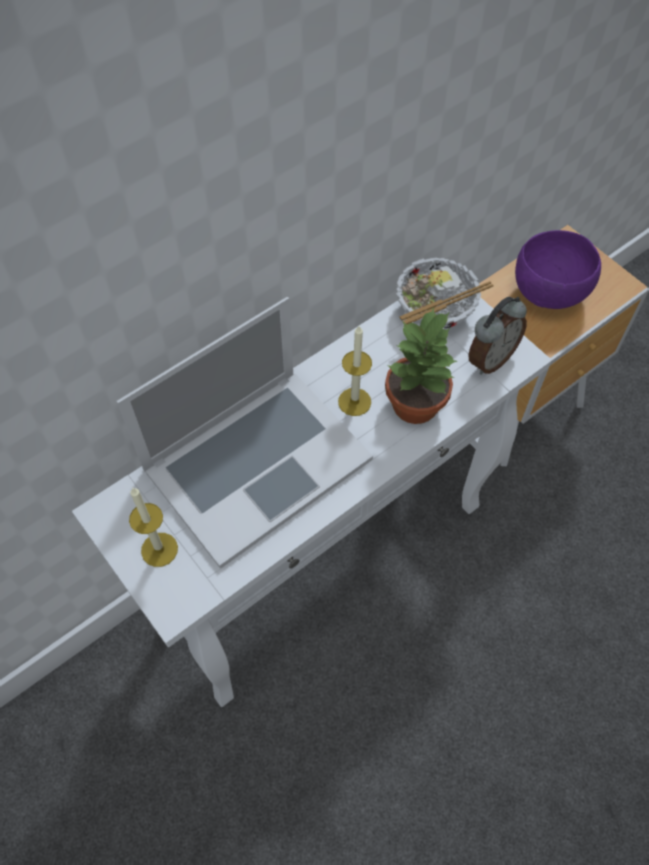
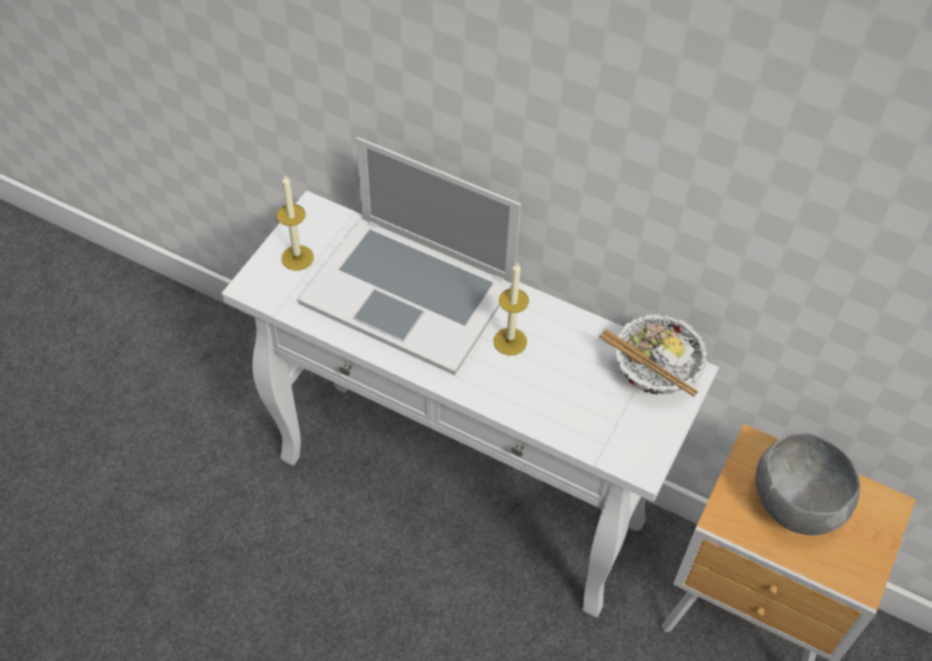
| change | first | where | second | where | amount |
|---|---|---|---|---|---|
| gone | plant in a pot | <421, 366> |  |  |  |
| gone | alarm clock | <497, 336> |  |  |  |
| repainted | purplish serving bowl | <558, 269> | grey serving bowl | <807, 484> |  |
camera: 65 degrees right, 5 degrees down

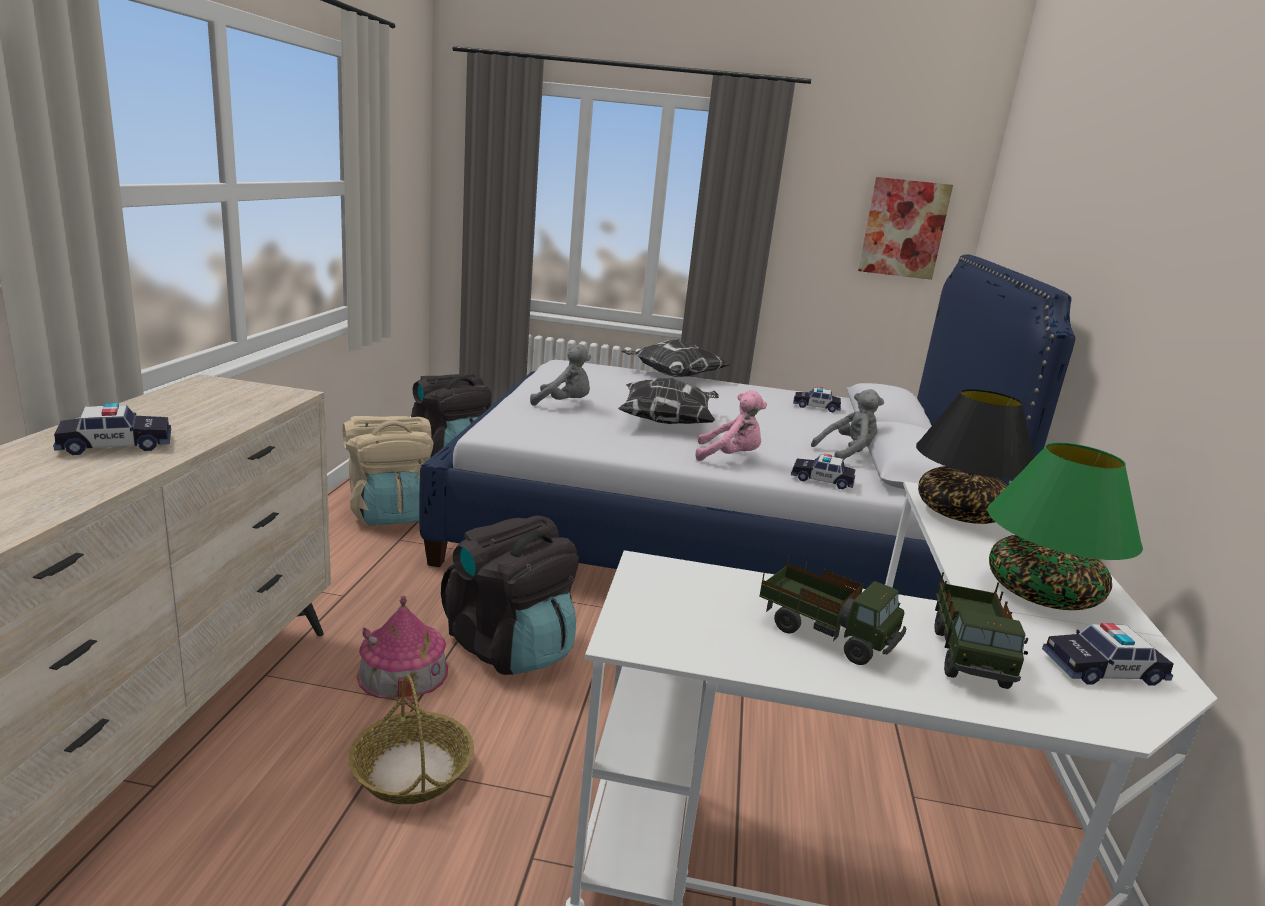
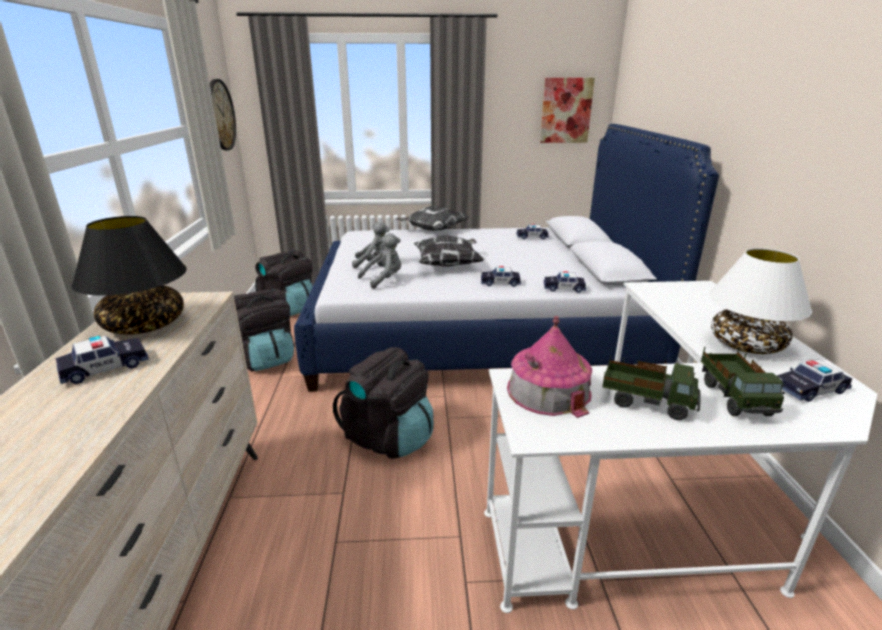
| change | first | where | second | where | amount |
|---|---|---|---|---|---|
| gone | storage basket | <411, 739> |  |  |  |
| new |  |  | hanging clock | <223, 114> |  |
| shifted | model house | <402, 650> |  | <549, 367> |  |
| shifted | grey plush toy | <847, 424> |  | <380, 261> |  |
| shifted | blackish table lamp | <975, 456> |  | <129, 275> |  |
| swapped | pink plush toy | <731, 425> | toy car | <501, 276> |  |
| repainted | beige-coloured knapsack | <388, 470> | blackish knapsack | <264, 330> |  |
| repainted | green table lamp | <1065, 526> | white-coloured table lamp | <760, 301> |  |
camera: 10 degrees left, 5 degrees up

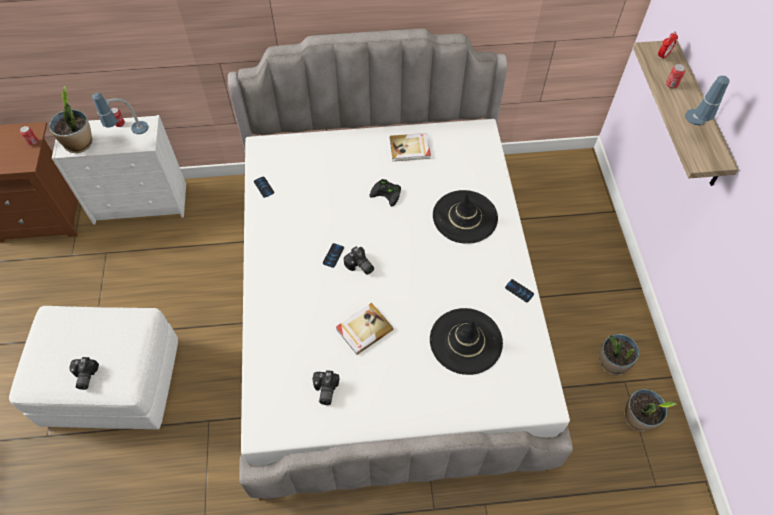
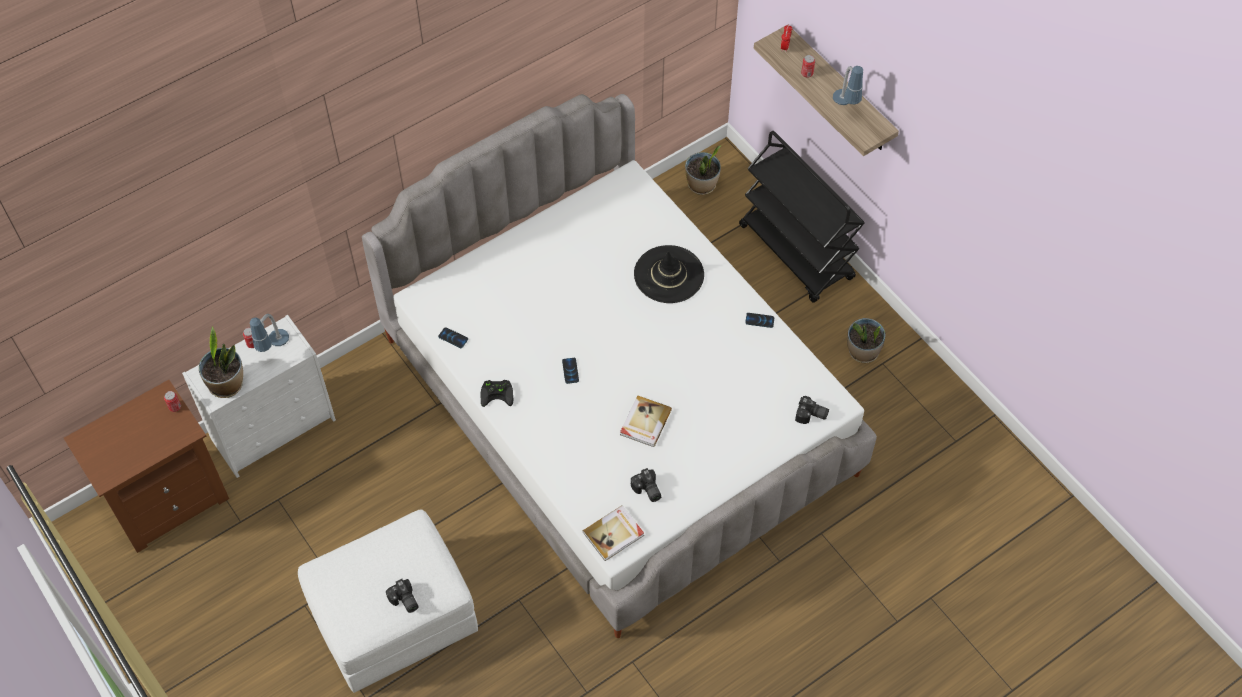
| change | first | where | second | where | amount |
|---|---|---|---|---|---|
| gone | blackish wearable hat | <466, 341> |  |  |  |
| new |  |  | blackish trolley | <802, 217> |  |
| shifted | photo camera | <359, 260> |  | <812, 410> |  |
| shifted | blackish game controller | <385, 192> |  | <496, 393> |  |
| shifted | bound book | <410, 147> |  | <613, 533> |  |
| shifted | plant in a pot | <651, 410> |  | <703, 170> |  |
camera: 30 degrees left, 0 degrees up

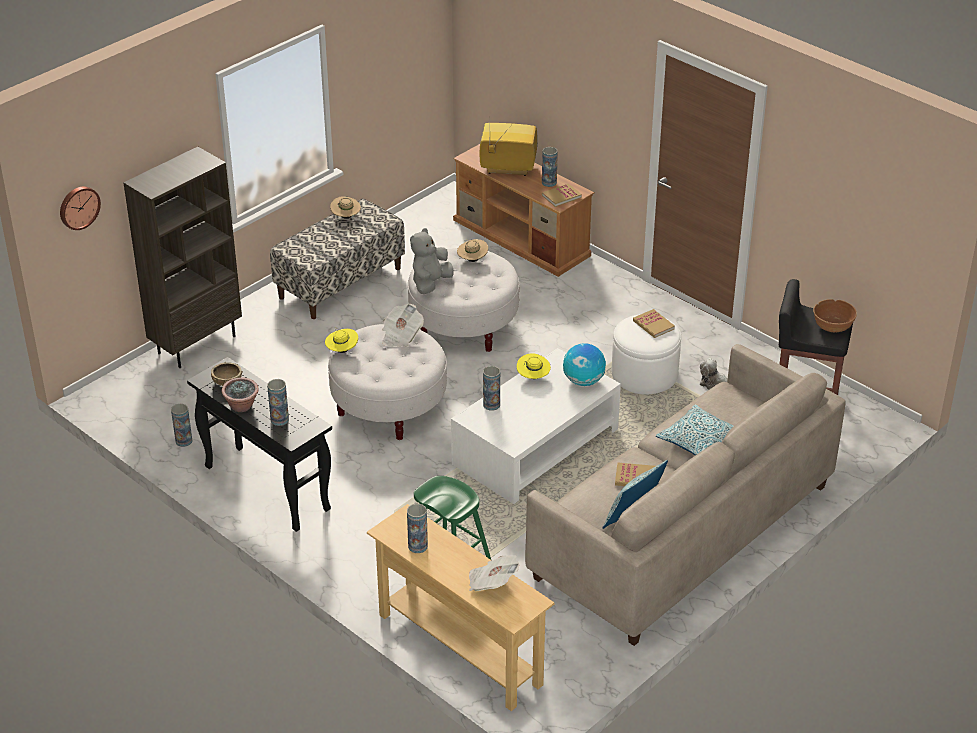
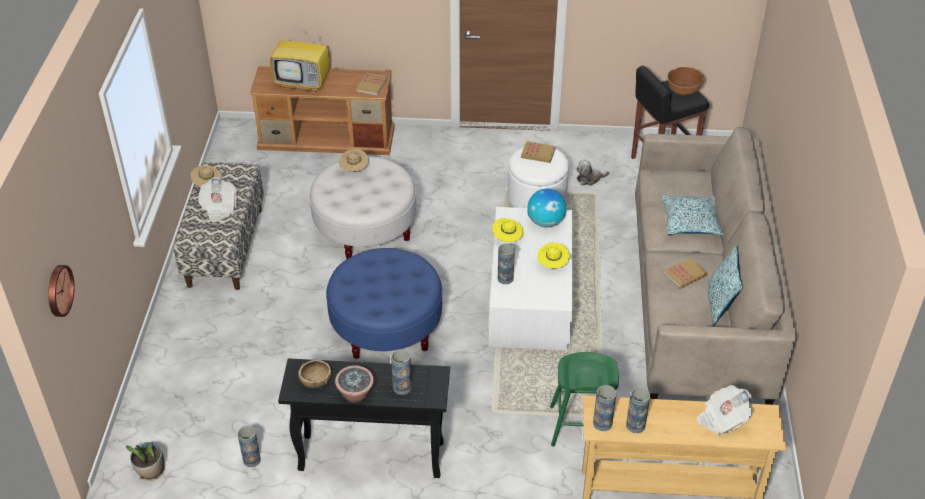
| change | first | where | second | where | amount |
|---|---|---|---|---|---|
| gone | brown-coloured bookcase | <182, 257> |  |  |  |
| gone | grey plush toy | <432, 261> |  |  |  |
| new |  |  | plant in a pot | <145, 461> |  |
| shifted | yellow wearable hat | <341, 340> |  | <553, 255> |  |
| shifted | newspaper | <403, 325> |  | <217, 199> |  |
| shifted | flower vase | <550, 167> |  | <605, 408> |  |
| repainted | white-coloured ottoman | <387, 382> | blue ottoman | <384, 303> |  |
| rotated | TV | <508, 148> |  | <300, 59> | 135 degrees counterclockwise |
camera: 40 degrees left, 5 degrees up

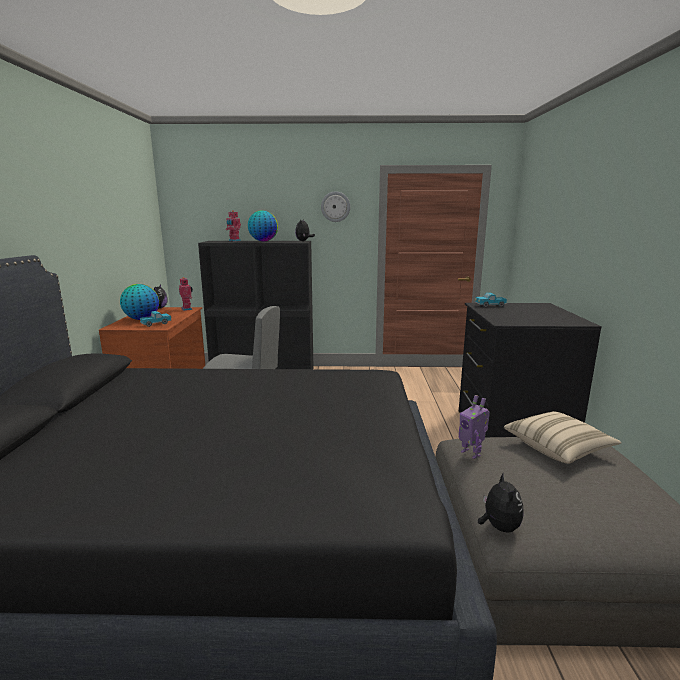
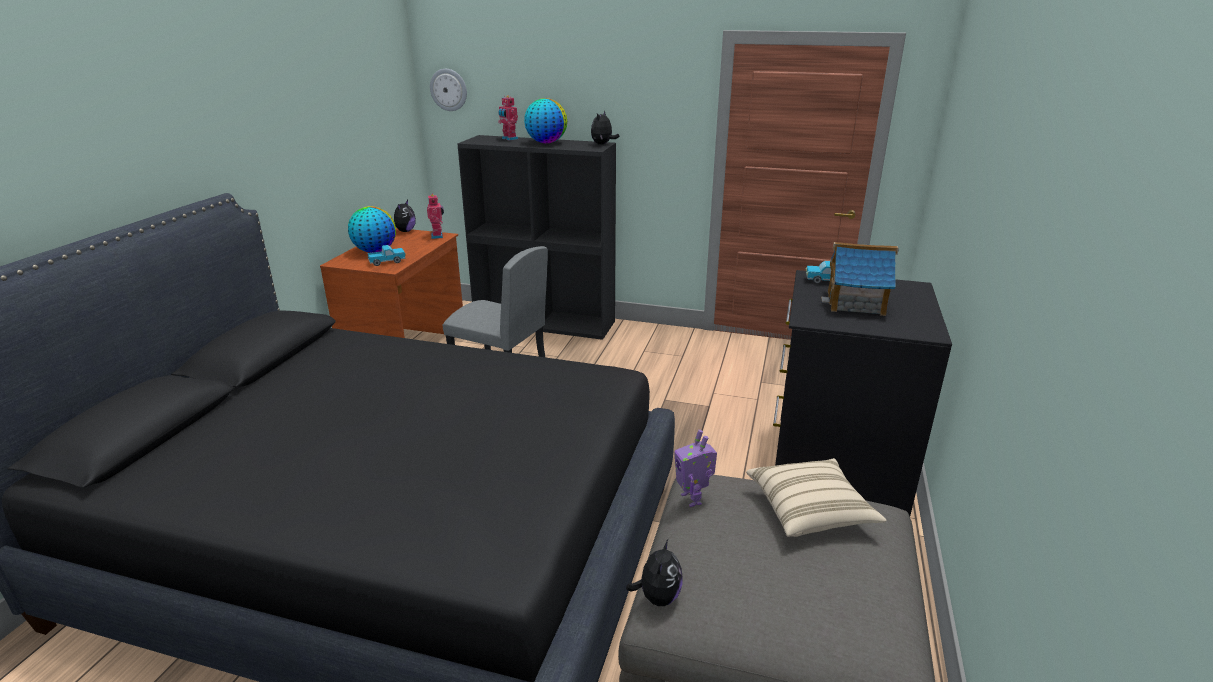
| change | first | where | second | where | amount |
|---|---|---|---|---|---|
| new |  |  | model house | <860, 279> |  |
| shifted | hanging clock | <335, 206> |  | <448, 90> |  |
camera: 15 degrees right, 10 degrees up

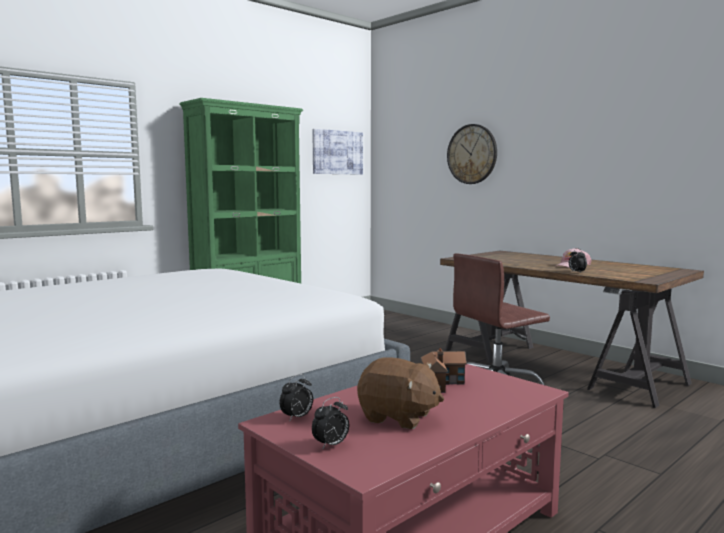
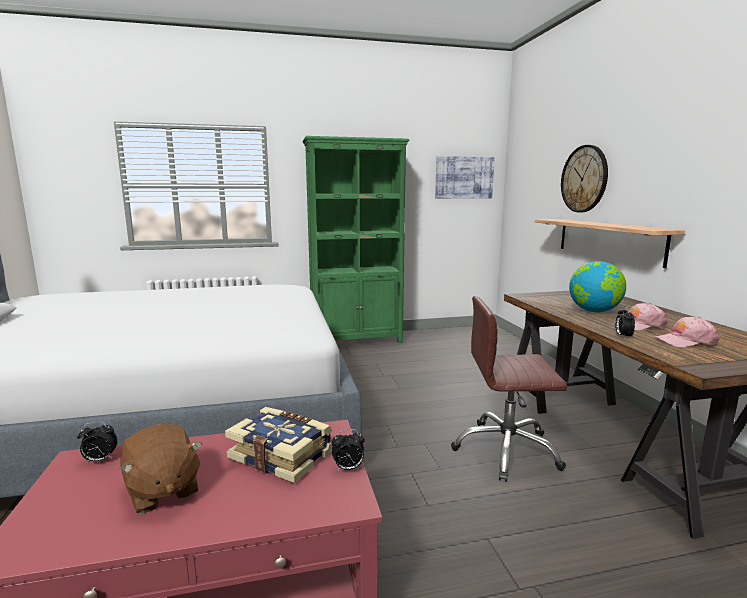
| change | first | where | second | where | amount |
|---|---|---|---|---|---|
| new |  |  | shelf | <610, 243> |  |
| new |  |  | globe | <597, 286> |  |
| new |  |  | pink peaked cap | <688, 332> |  |
| shifted | alarm clock | <330, 423> |  | <348, 449> |  |
| swapped | model house | <444, 370> | bound book | <278, 445> |  |
camera: 30 degrees right, 5 degrees up

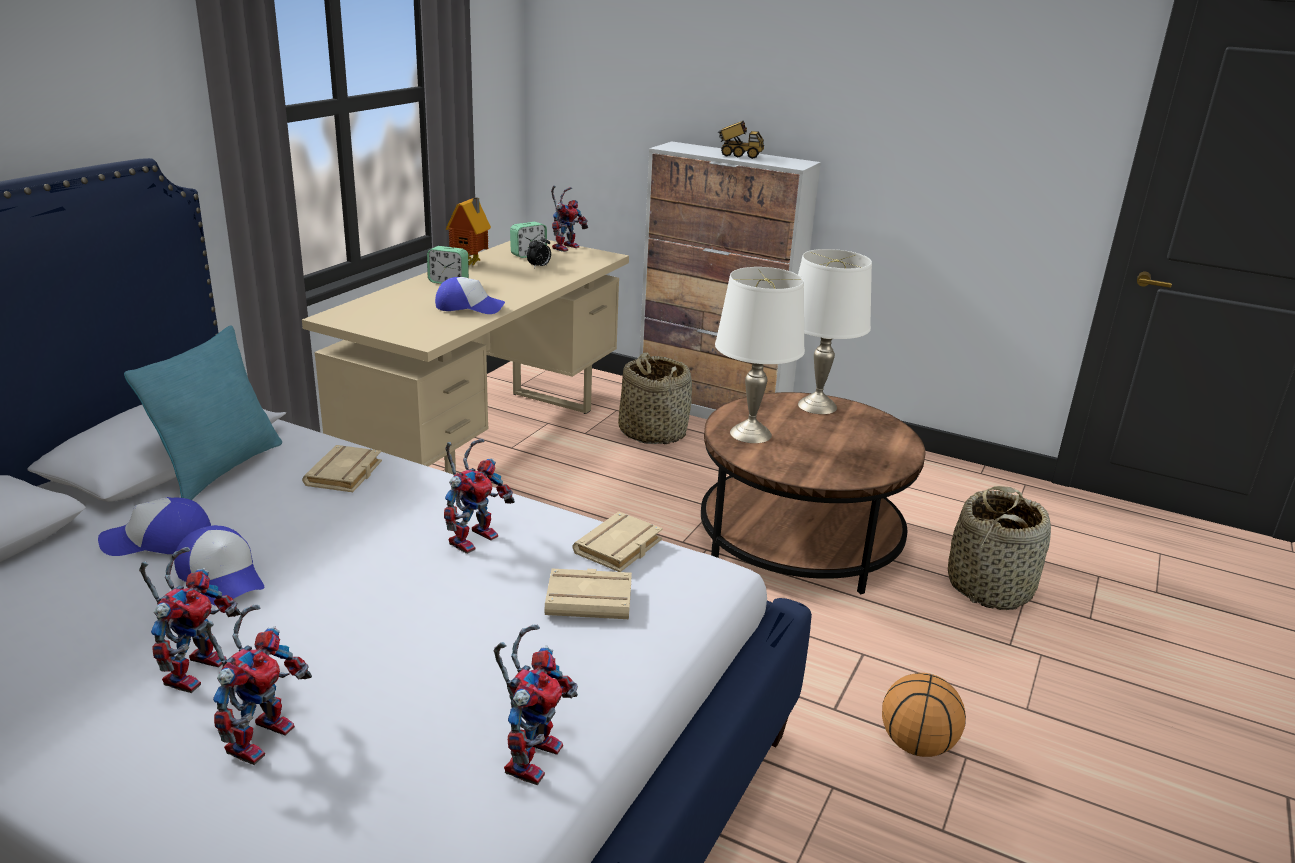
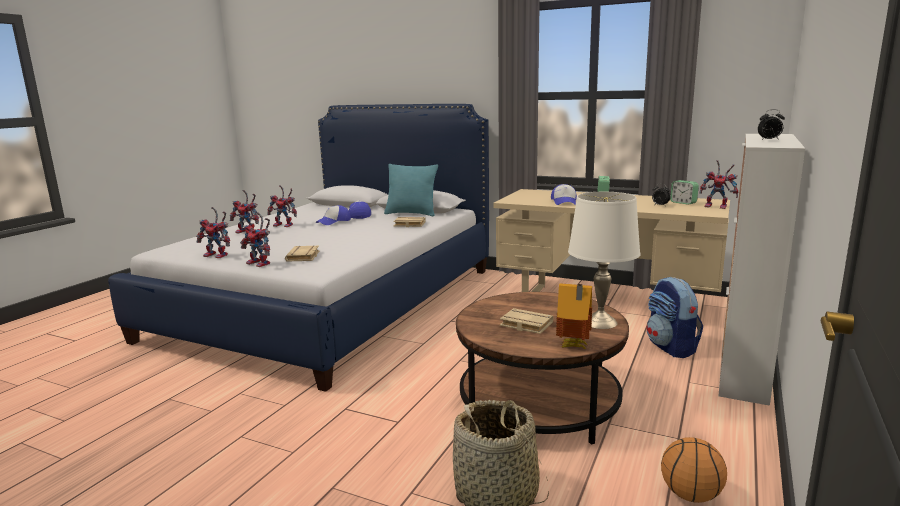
| change | first | where | second | where | amount |
|---|---|---|---|---|---|
| gone | white-coloured table lamp | <760, 355> |  |  |  |
| shifted | robot figure | <479, 496> |  | <255, 239> |  |
| shifted | model house | <468, 231> |  | <574, 316> |  |
| shifted | beige-coloured bound book | <617, 542> |  | <527, 321> |  |
| shifted | basketball | <924, 715> |  | <694, 470> |  |
| swapped | storage basket | <655, 398> | knapsack | <675, 317> |  |
| swapped | model truck | <741, 140> | alarm clock | <771, 124> |  |
camera: 90 degrees right, 10 degrees down

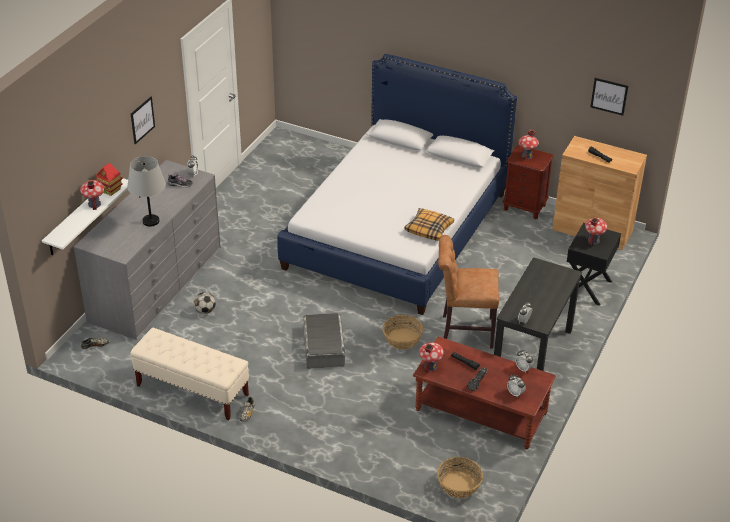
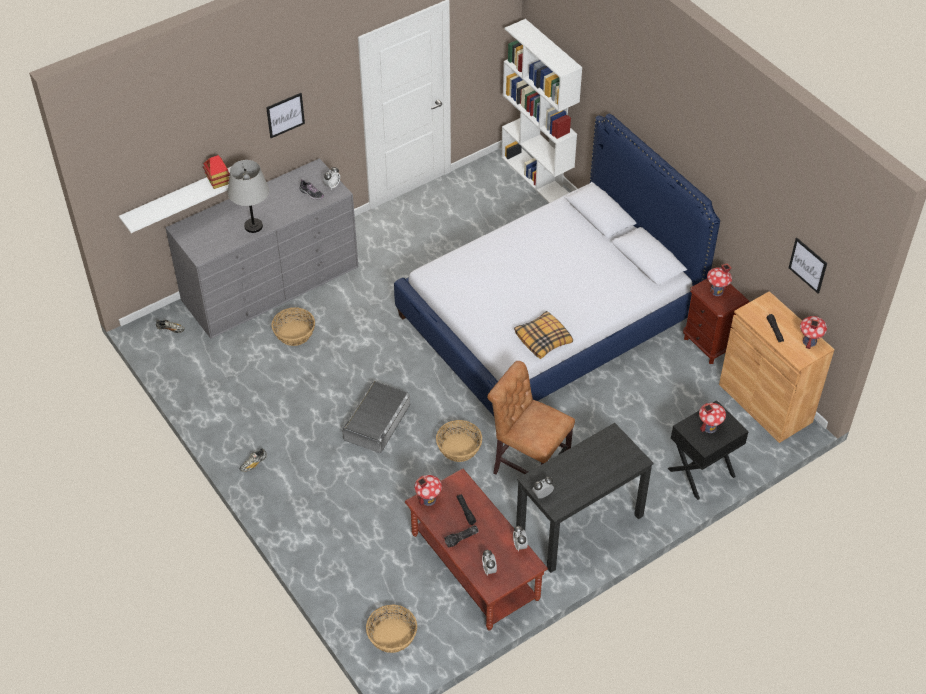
| change | first | where | second | where | amount |
|---|---|---|---|---|---|
| gone | beige-coloured bench | <189, 374> |  |  |  |
| new |  |  | white-coloured bookcase | <541, 111> |  |
| shifted | model house | <92, 195> |  | <813, 332> |  |
| swapped | football ball | <205, 303> | storage basket | <293, 327> |  |
camera: 30 degrees right, 10 degrees up

